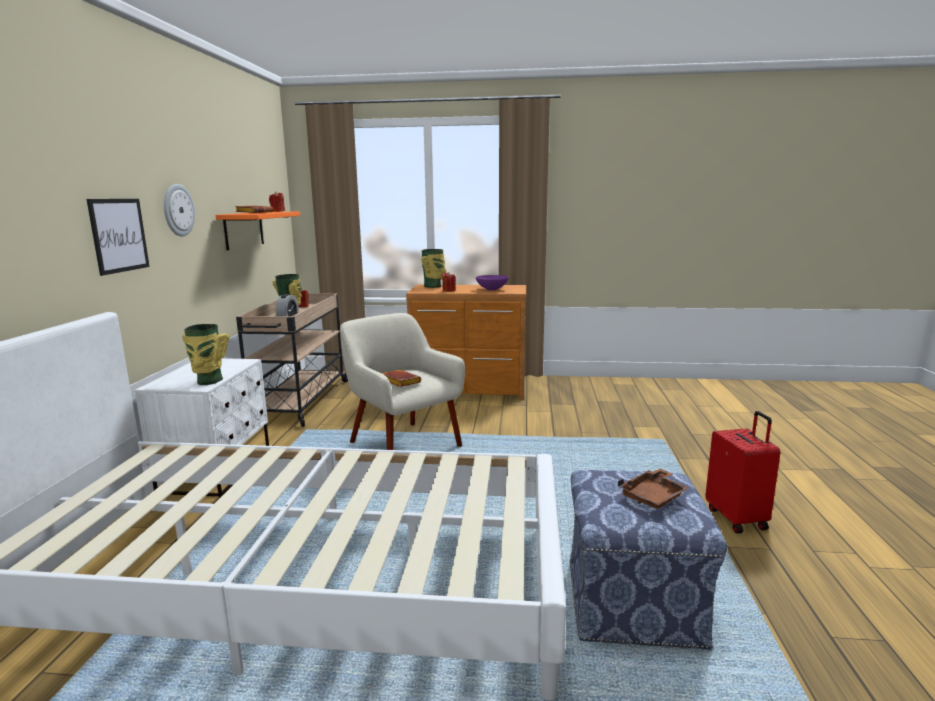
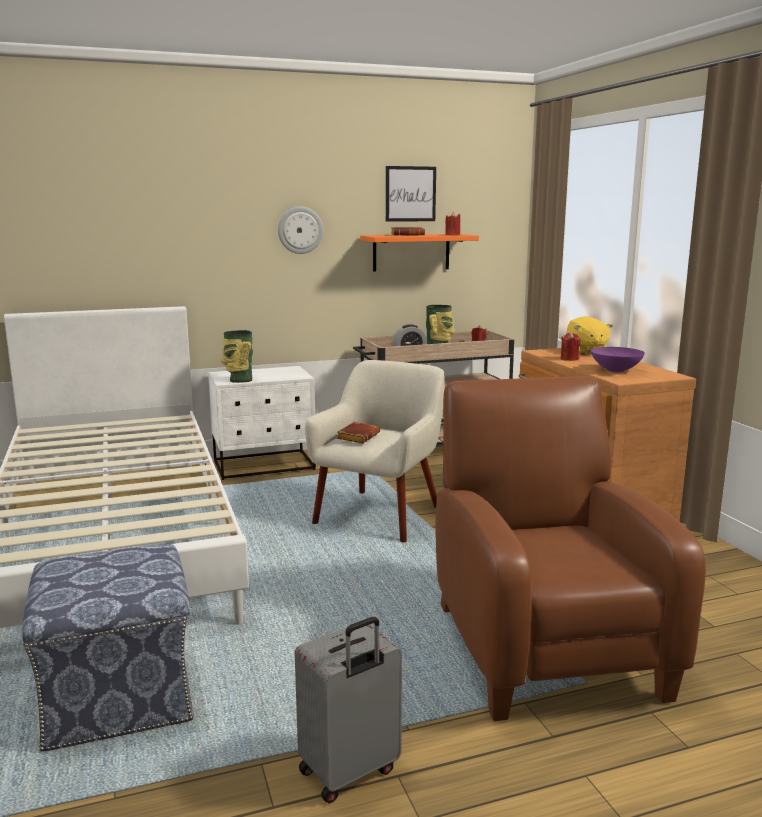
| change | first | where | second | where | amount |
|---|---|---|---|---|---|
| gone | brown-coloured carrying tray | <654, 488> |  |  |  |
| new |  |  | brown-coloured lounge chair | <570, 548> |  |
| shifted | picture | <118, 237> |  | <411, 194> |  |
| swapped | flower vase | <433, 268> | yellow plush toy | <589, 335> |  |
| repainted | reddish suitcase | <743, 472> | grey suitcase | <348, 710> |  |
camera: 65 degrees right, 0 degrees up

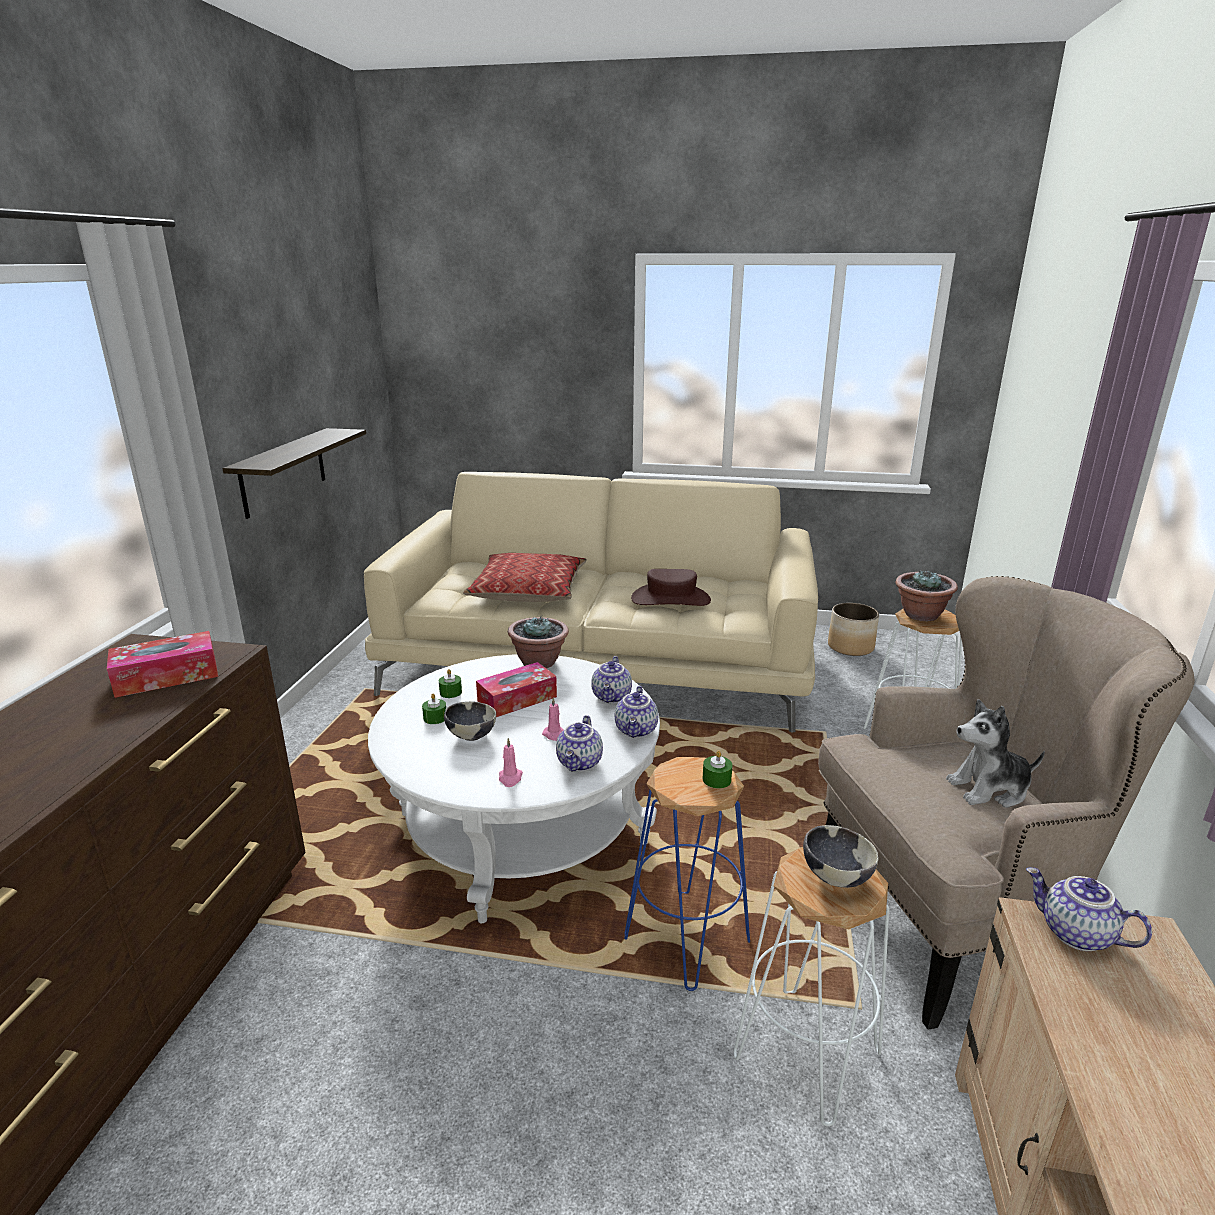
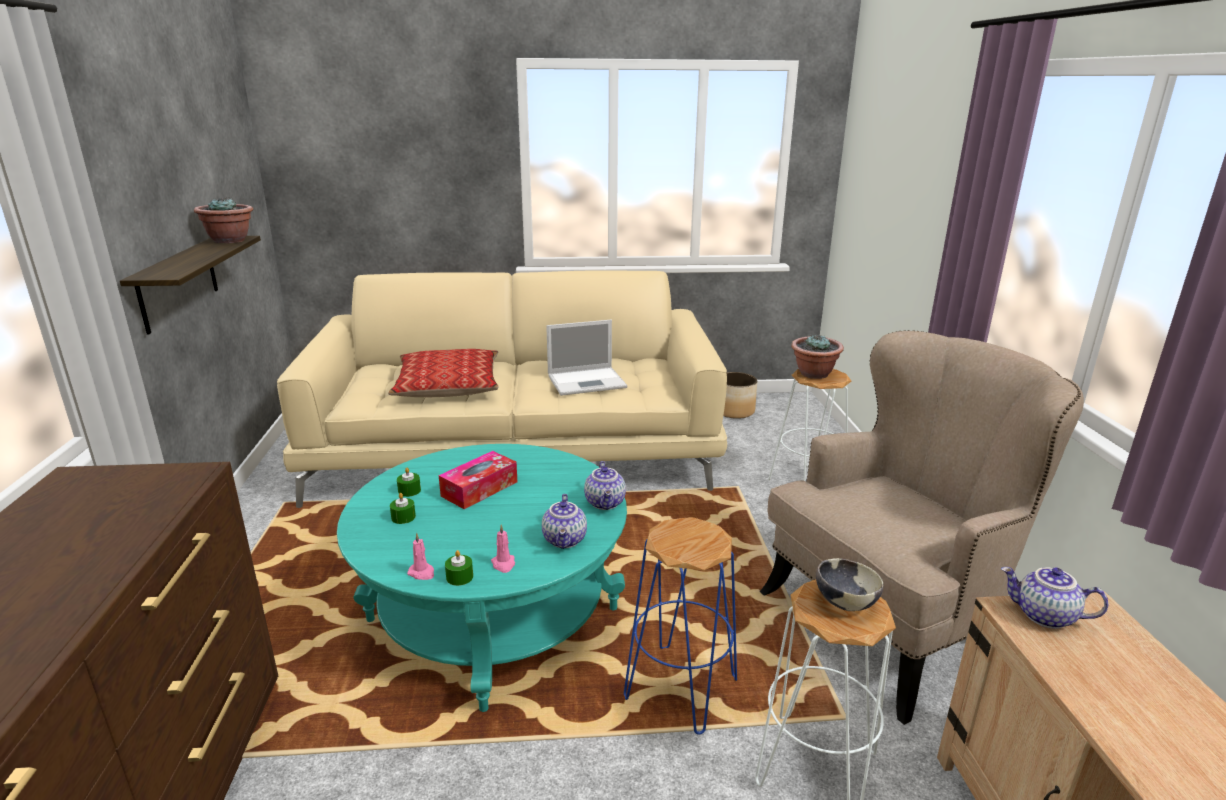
| change | first | where | second | where | amount |
|---|---|---|---|---|---|
| gone | box of tissues | <162, 664> |  |  |  |
| gone | serving bowl | <470, 721> |  |  |  |
| gone | teapot | <611, 679> |  |  |  |
| gone | plush toy | <995, 753> |  |  |  |
| shifted | plant in a pot | <538, 642> |  | <223, 219> |  |
| shifted | pink wax light | <553, 719> |  | <420, 556> |  |
| shifted | green wax light | <718, 769> |  | <459, 568> |  |
| swapped | brown-coloured wearable hat | <671, 587> | notebook computer | <586, 358> |  |
| repainted | white-coloured coffee table | <514, 788> | turquoise coffee table | <482, 578> |  |
camera: 15 degrees left, 0 degrees up

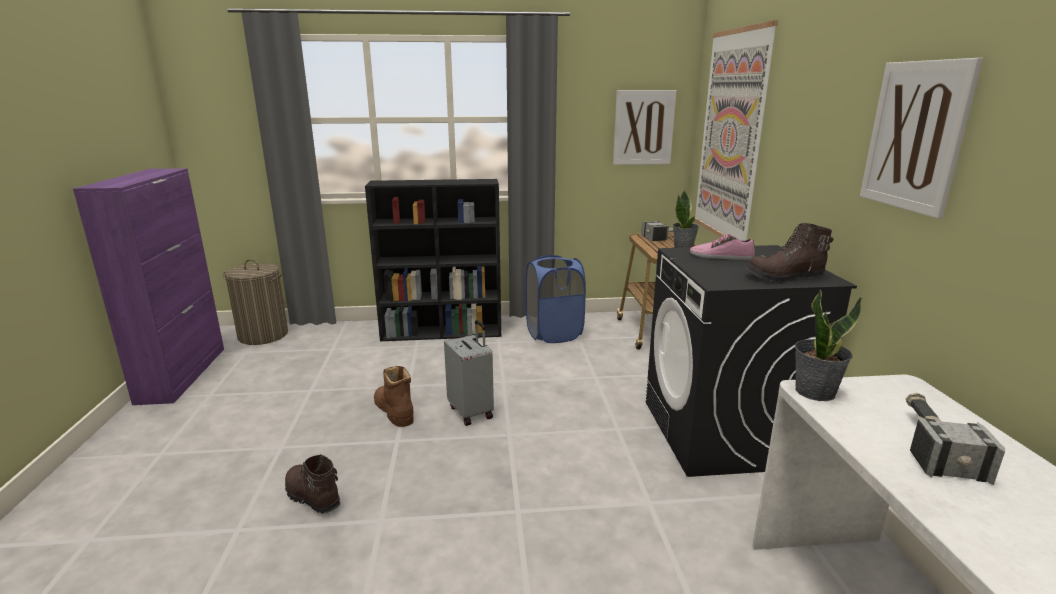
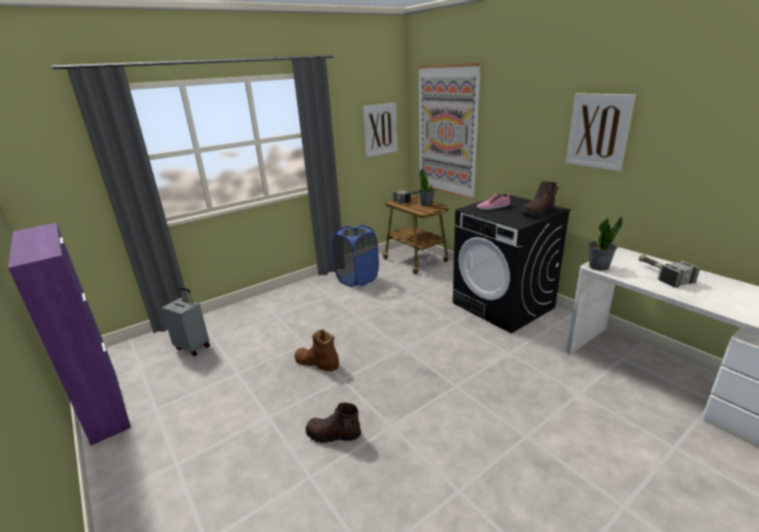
| change | first | where | second | where | amount |
|---|---|---|---|---|---|
| gone | hamper | <255, 302> |  |  |  |
| gone | blackish bookcase | <433, 260> |  |  |  |
| shifted | grey suitcase | <469, 373> |  | <185, 321> |  |
camera: 30 degrees left, 5 degrees up

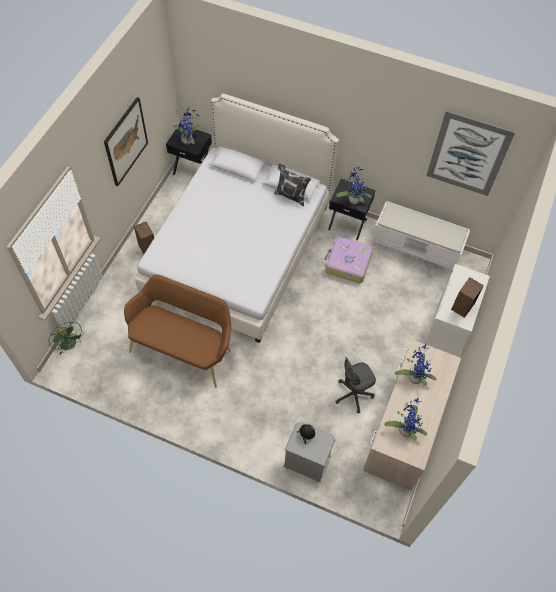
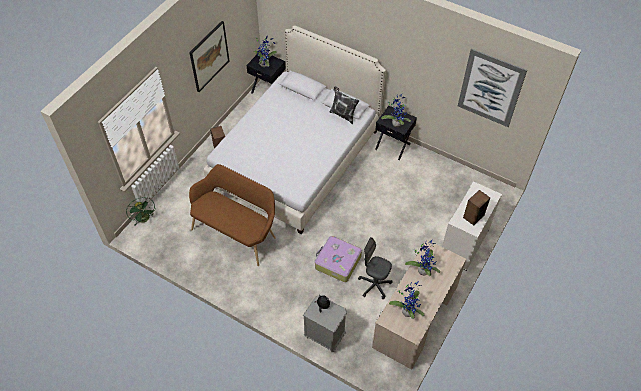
| change | first | where | second | where | amount |
|---|---|---|---|---|---|
| gone | white-coloured bench | <421, 237> |  |  |  |
| shifted | suitcase | <349, 260> |  | <338, 259> |  |
| rotated | grey computer chair | <355, 385> |  | <375, 268> | 45 degrees clockwise |
camera: 10 degrees right, 5 degrees down

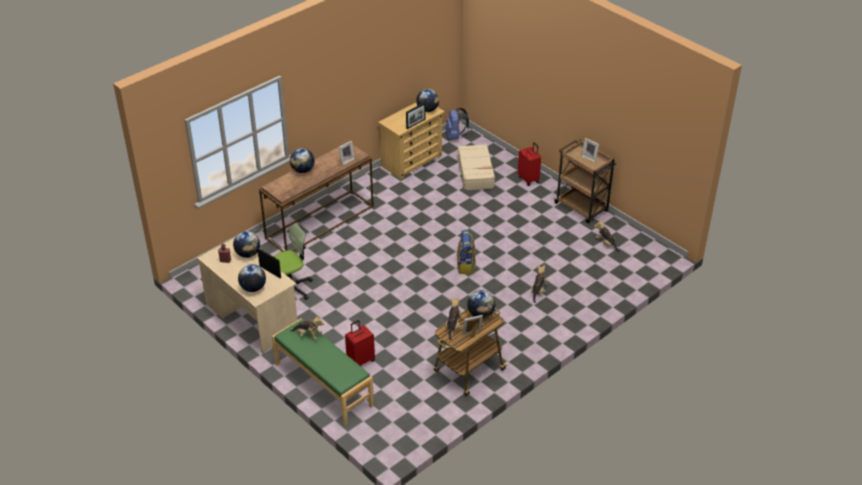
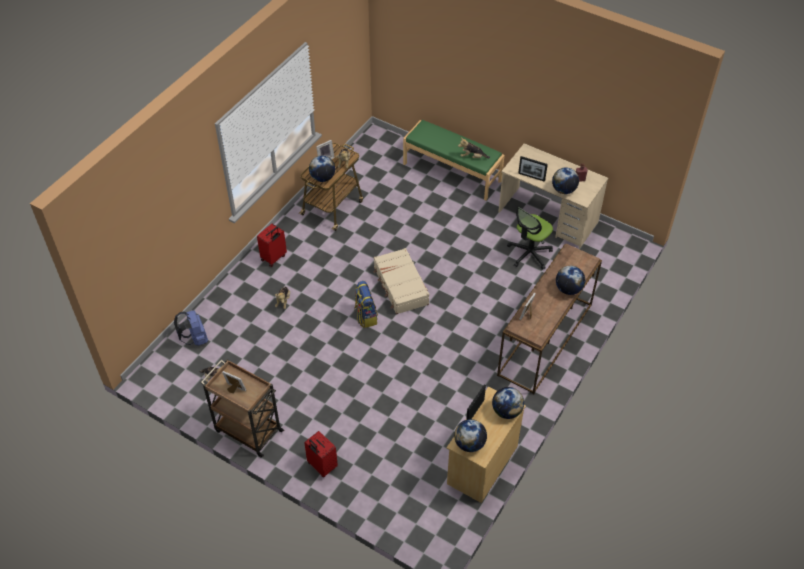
| change | first | where | second | where | amount |
|---|---|---|---|---|---|
| shifted | globe | <252, 278> |  | <508, 403> |  |
| shifted | reddish suitcase | <360, 343> |  | <272, 245> |  |
| shifted | blue knapsack | <457, 124> |  | <191, 328> |  |
| shifted | beige-coloured suitcase | <477, 167> |  | <402, 281> |  |
camera: 165 degrees right, 10 degrees up

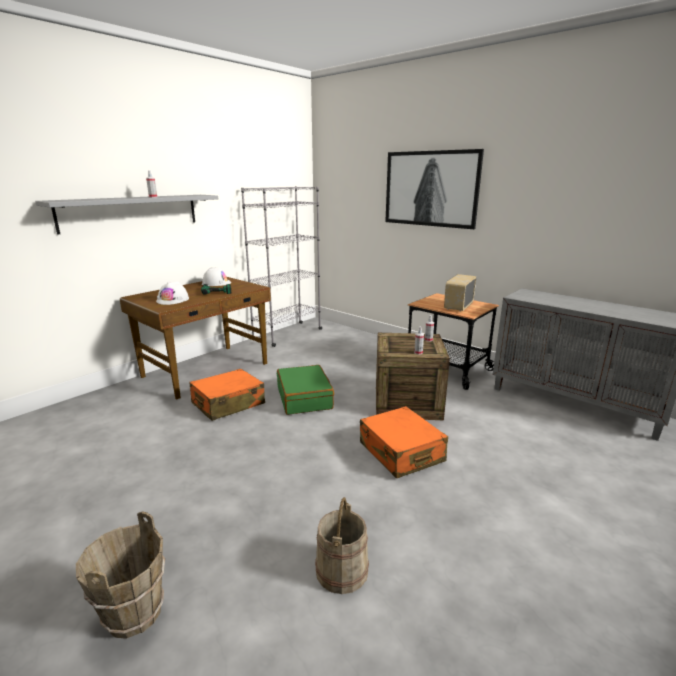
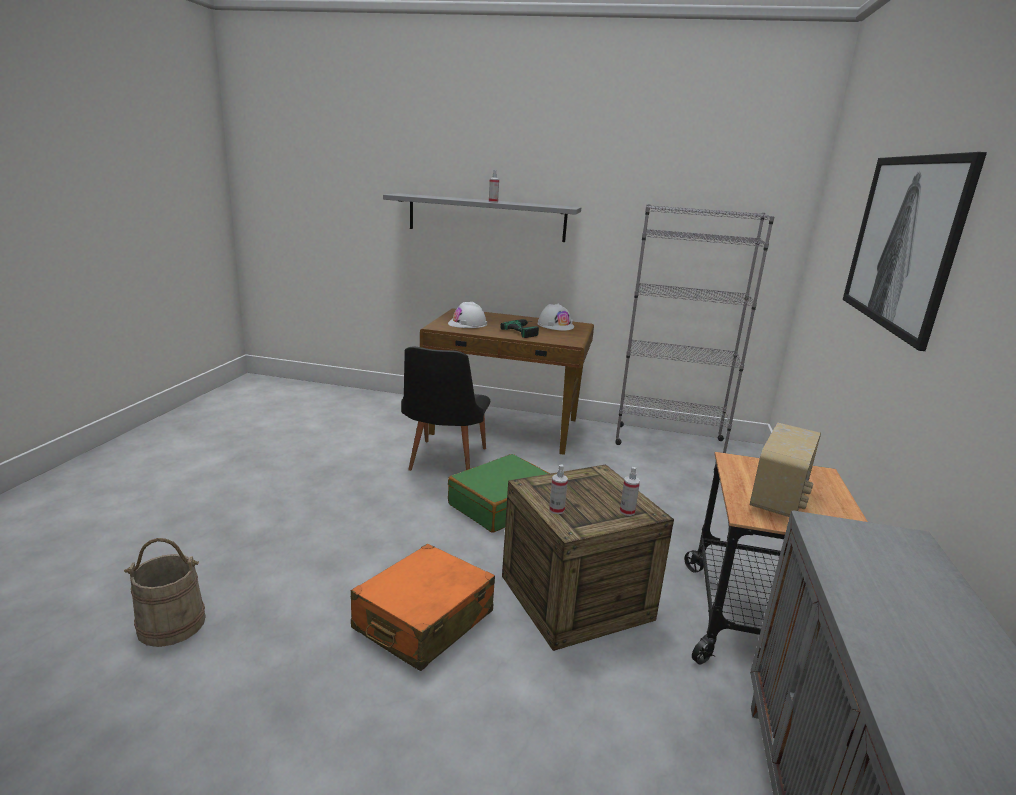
| change | first | where | second | where | amount |
|---|---|---|---|---|---|
| gone | brown-coloured water bucket | <120, 575> |  |  |  |
| swapped | orange-coloured suitcase | <227, 395> | blackish chair | <445, 409> |  |
| rotated | radio | <460, 293> |  | <785, 470> | 120 degrees clockwise |
camera: 60 degrees right, 0 degrees up

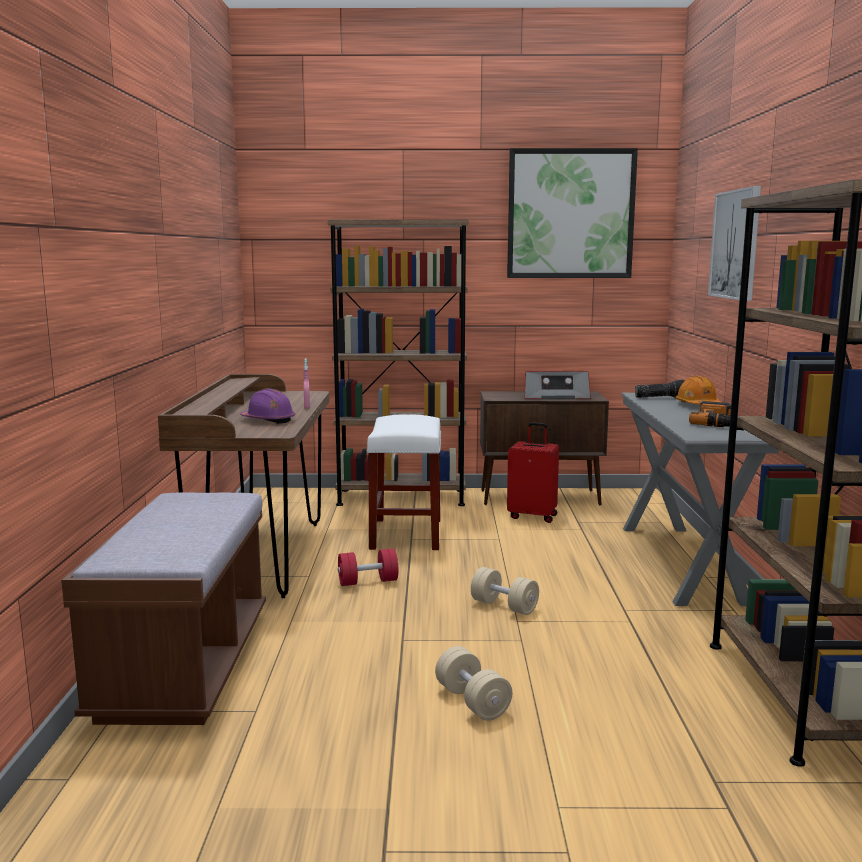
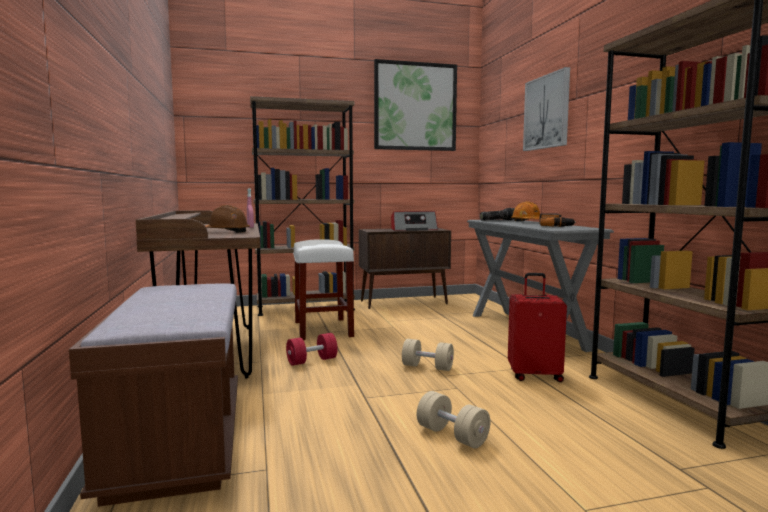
| change | first | where | second | where | amount |
|---|---|---|---|---|---|
| shifted | reddish suitcase | <533, 472> |  | <537, 327> |  |
| repainted | purplish safety helmet | <267, 406> | brown-coloured safety helmet | <227, 219> |  |
camera: 15 degrees left, 5 degrees down

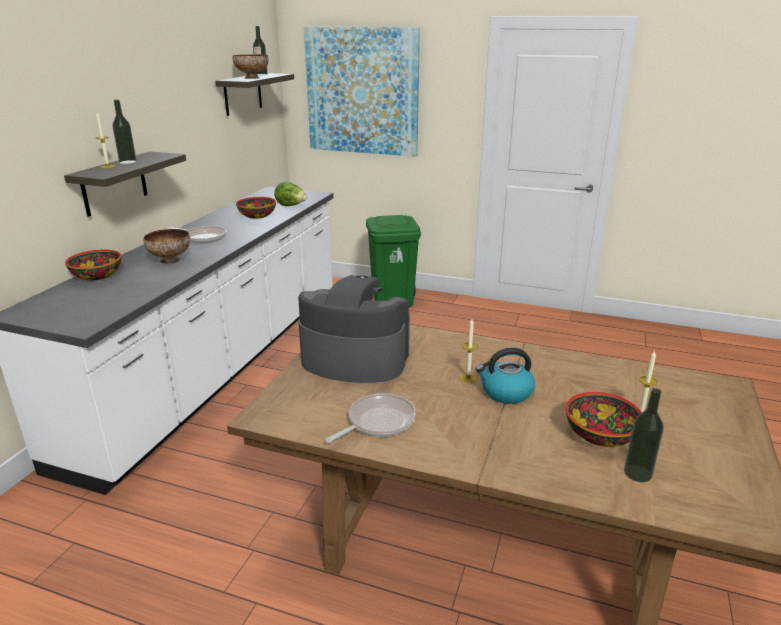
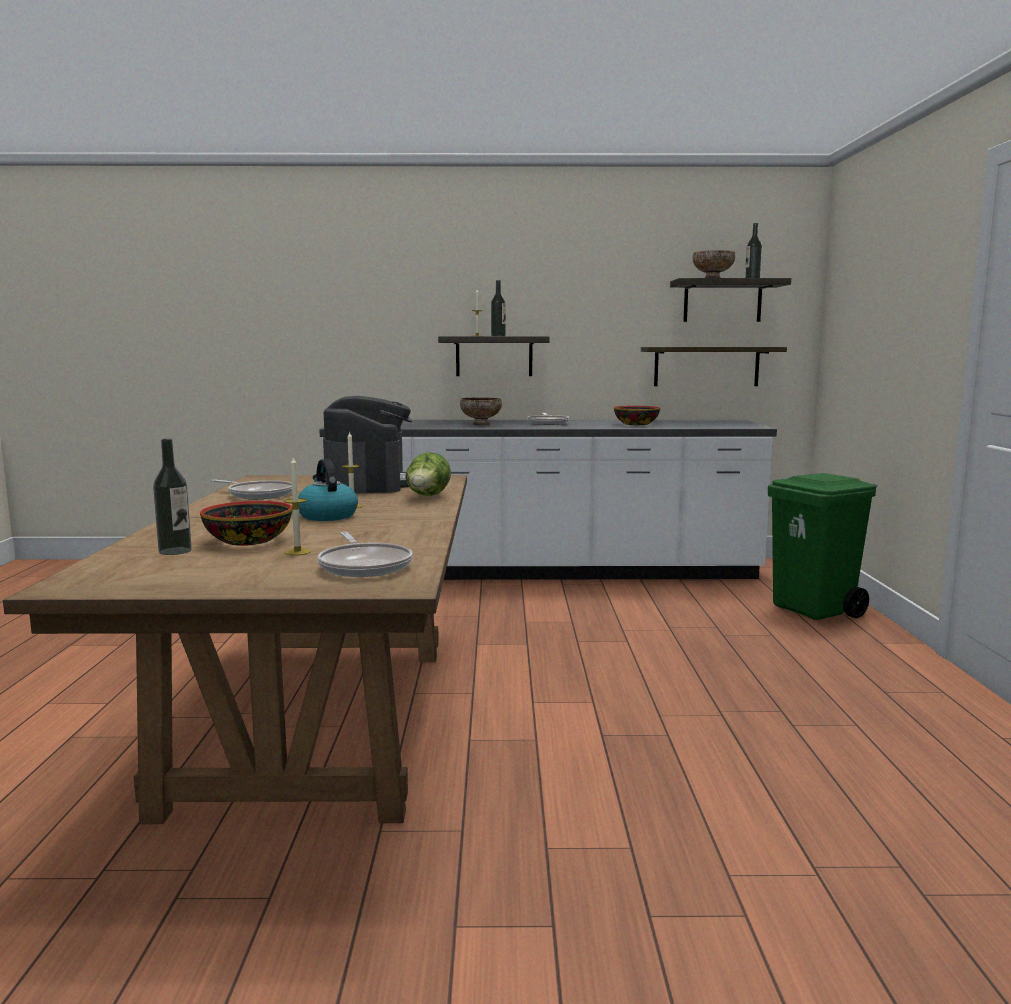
| change | first | where | second | where | amount |
|---|---|---|---|---|---|
| gone | serving bowl | <93, 265> |  |  |  |
| gone | picture | <362, 92> |  |  |  |
| new |  |  | frying pan | <364, 554> |  |
| new |  |  | shelf | <714, 366> |  |
| shifted | lettuce head | <290, 194> |  | <428, 474> |  |
camera: 70 degrees right, 15 degrees down

